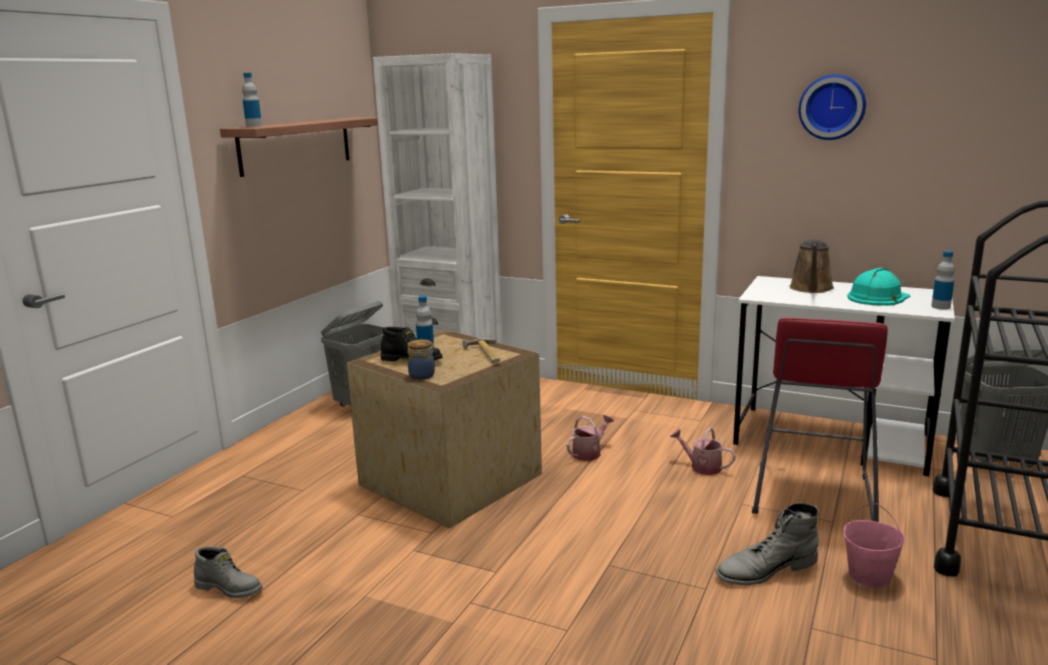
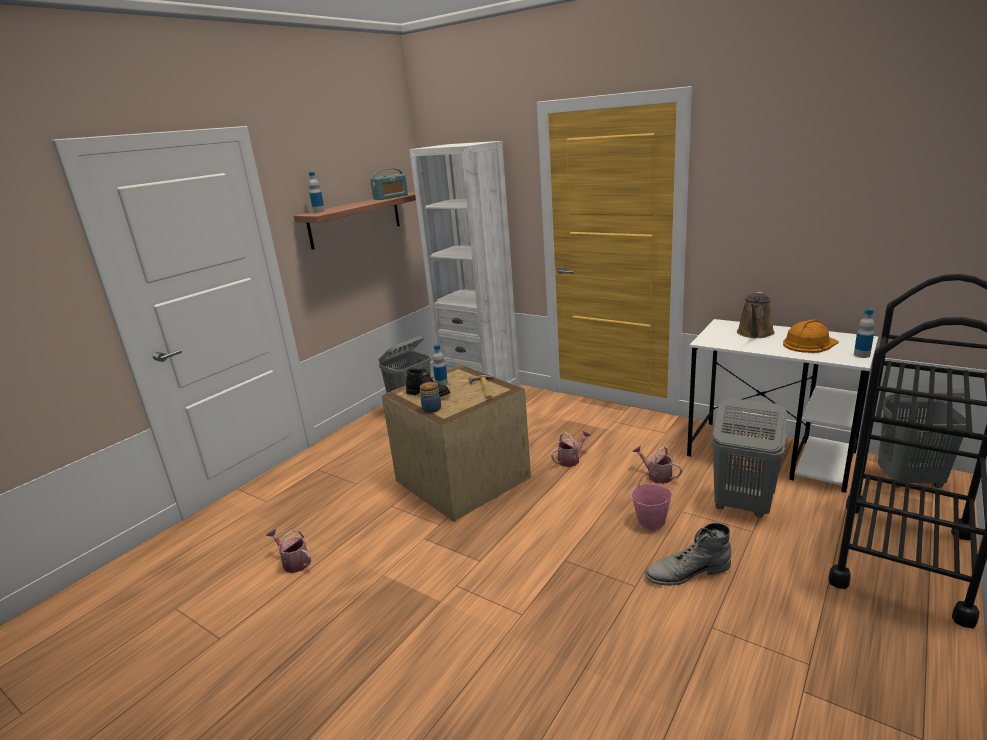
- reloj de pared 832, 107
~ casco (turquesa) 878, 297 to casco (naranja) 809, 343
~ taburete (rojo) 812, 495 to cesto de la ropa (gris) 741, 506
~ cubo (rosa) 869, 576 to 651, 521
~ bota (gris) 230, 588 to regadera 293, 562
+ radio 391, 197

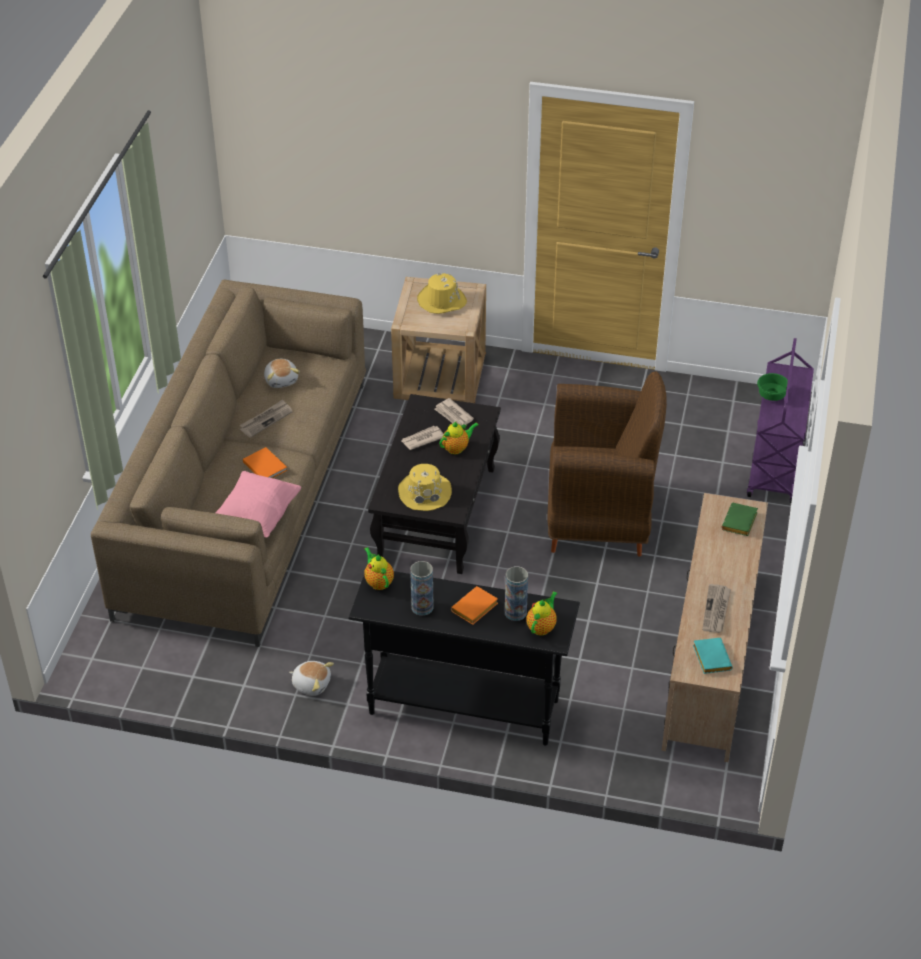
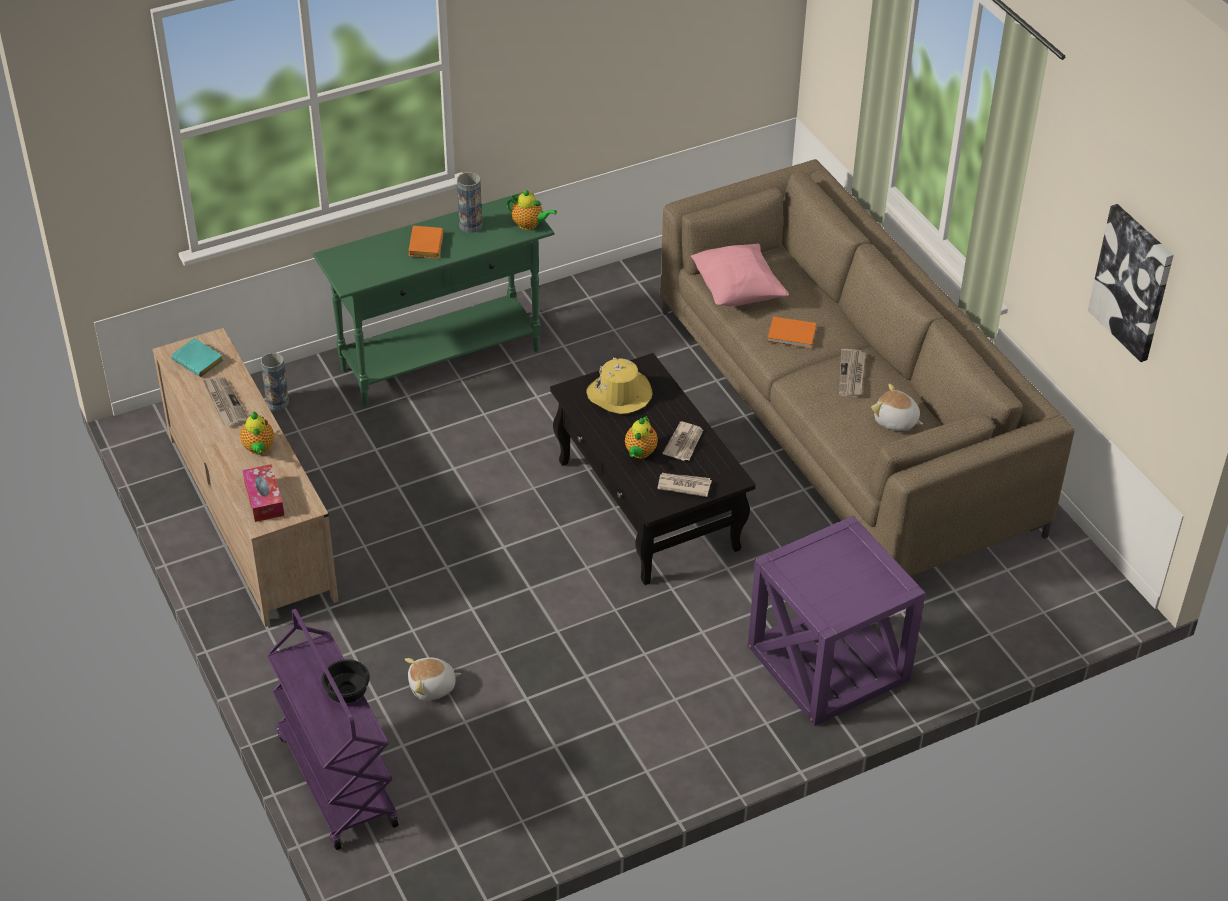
- sombrero (amarillo) 441, 300
~ mesa auxiliar (beis) 440, 376 to mesa auxiliar (morado) 828, 663
- sillón (marrón) 599, 518
~ cuenco (verde) 771, 396 to cuenco (negro) 347, 690
~ libro (verde) 740, 523 to caja de pañuelos 264, 499
~ florero 515, 612 to 277, 402
~ mesa consola (negro) 463, 706 to mesa consola (verde) 441, 360
~ tetera 542, 627 to 259, 449
~ peluche 311, 683 to 432, 687
+ cuadro 1132, 282

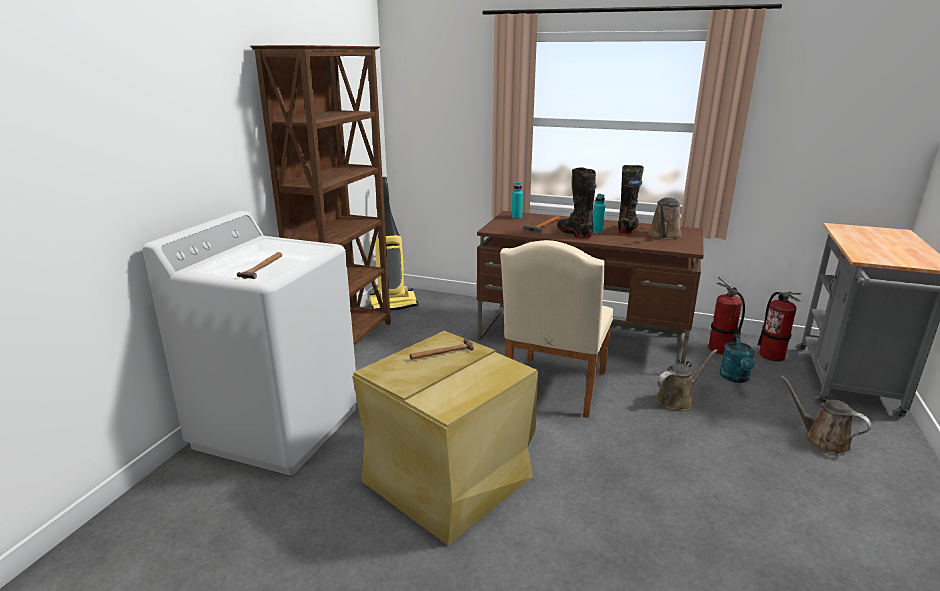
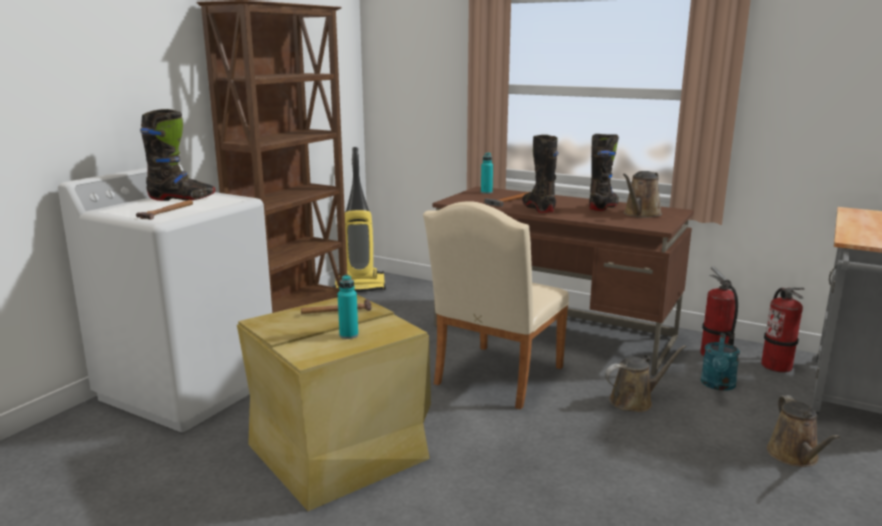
~ botella (turquesa) 597, 232 to 349, 335
~ regadera (marrón) 822, 439 = 795, 456 150 degrees counterclockwise
+ bota (negro) 182, 198

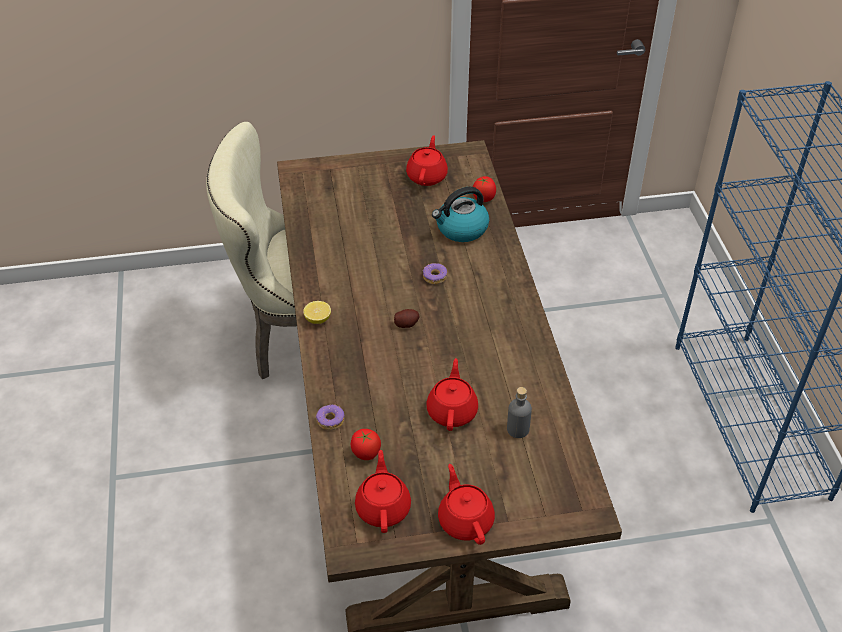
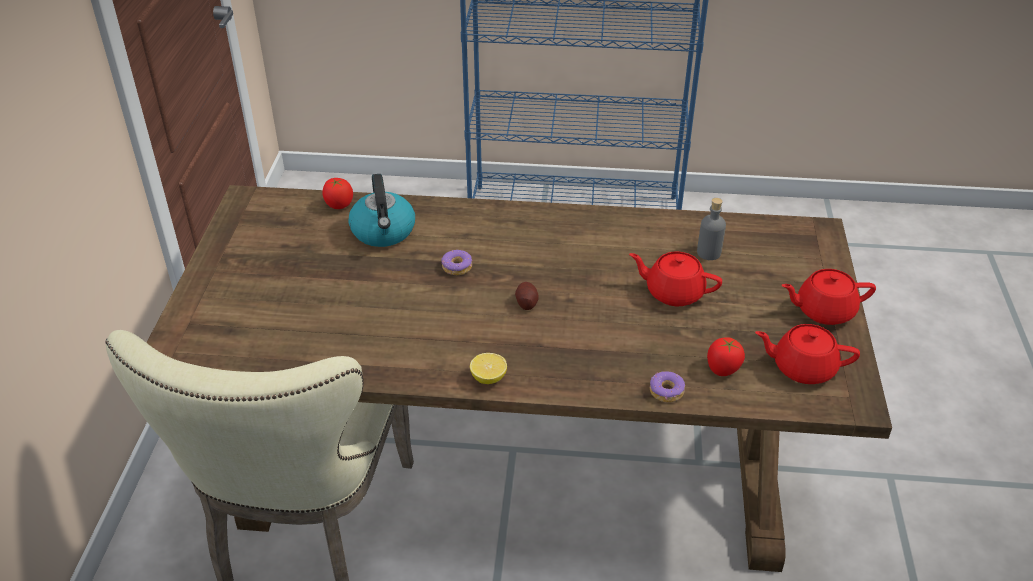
- tetera (rojo) 427, 176

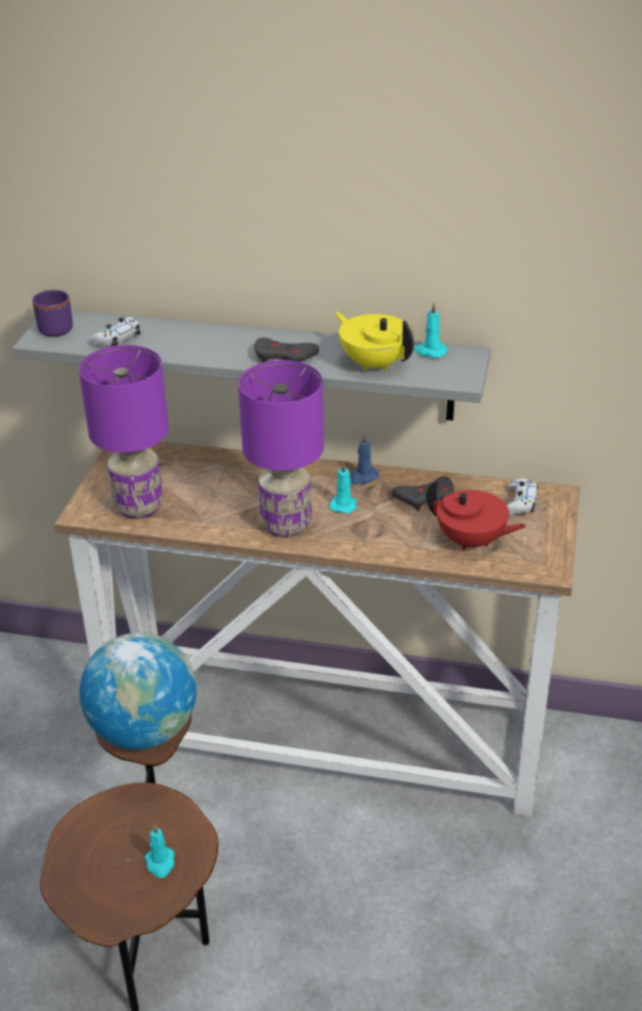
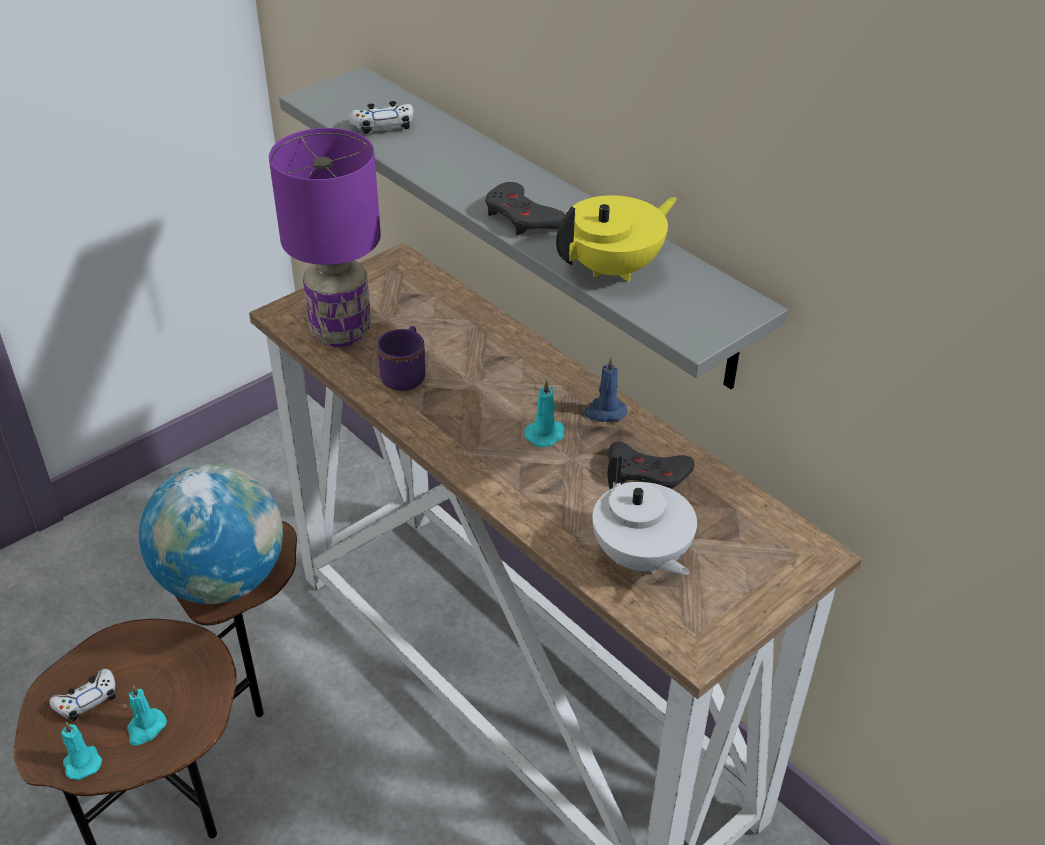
~ taza grande (morado) 54, 327 to 405, 374
~ vela (turquesa) 430, 351 to 82, 761
~ tetera (amarillo) 374, 363 = 614, 268 60 degrees clockwise
- lámpara de mesa (morado) 286, 526
~ mando de consola (blanco) 519, 503 to 87, 699
~ tetera (rojo) 471, 541 to tetera (blanco) 640, 557

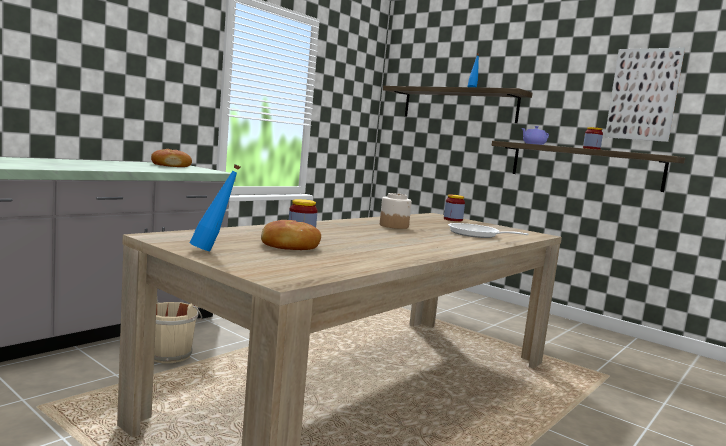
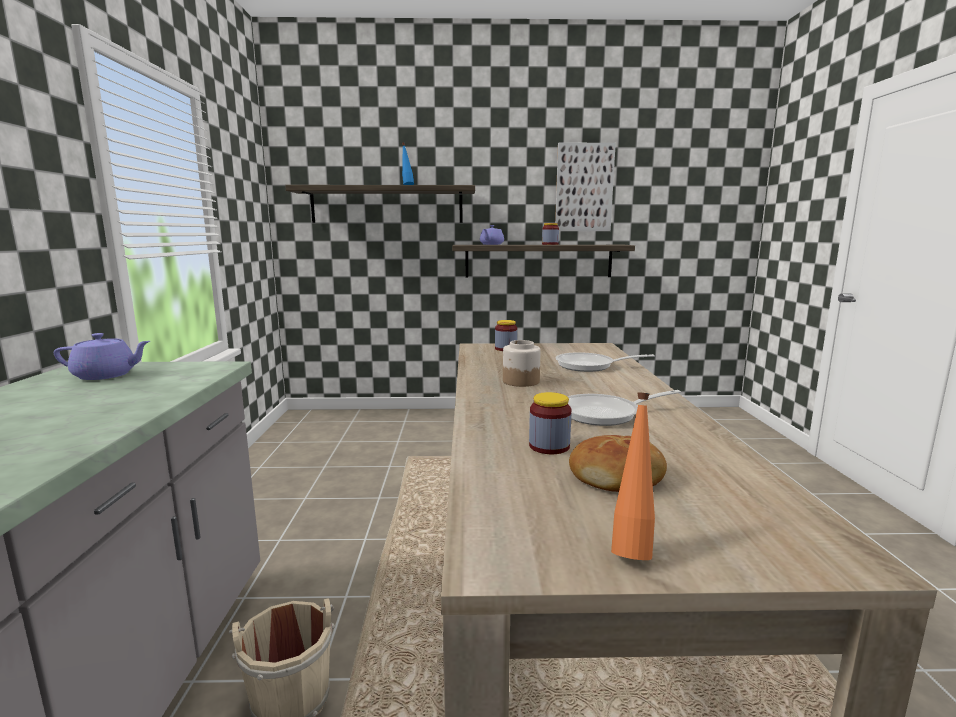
~ pan 171, 165 to tetera (morado) 106, 375
~ botella (azul) 212, 250 to botella (naranja) 631, 548
+ sartén 606, 414

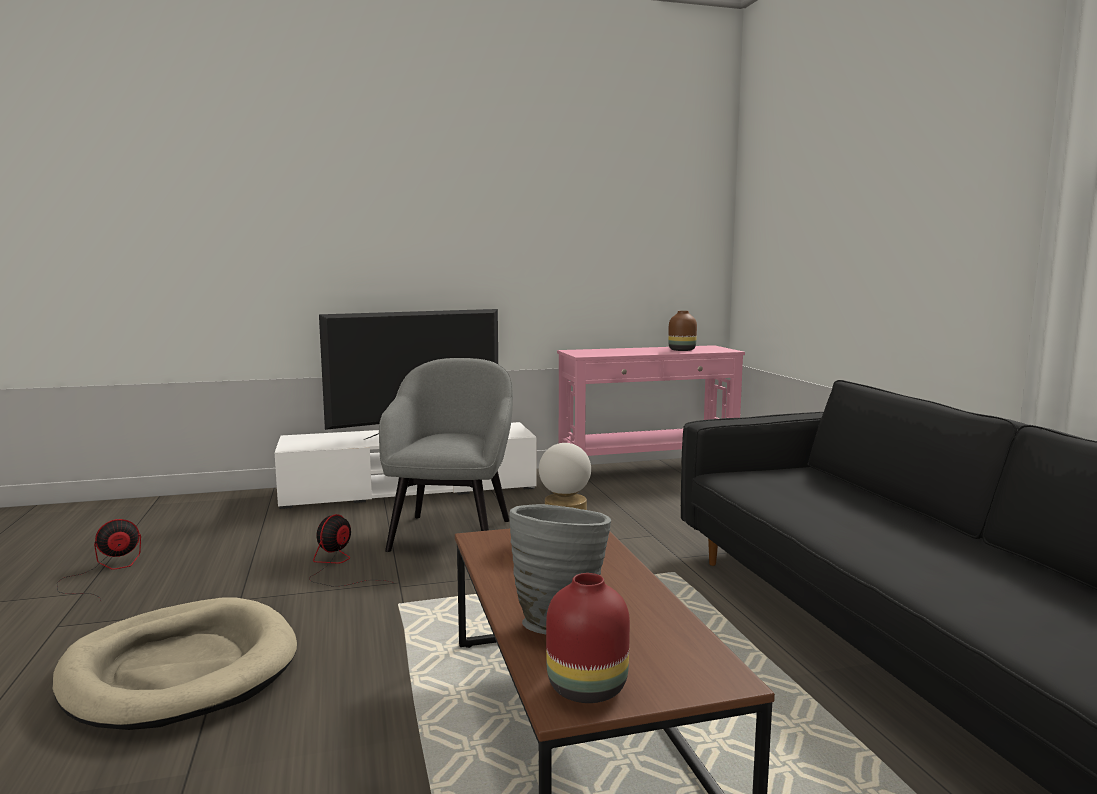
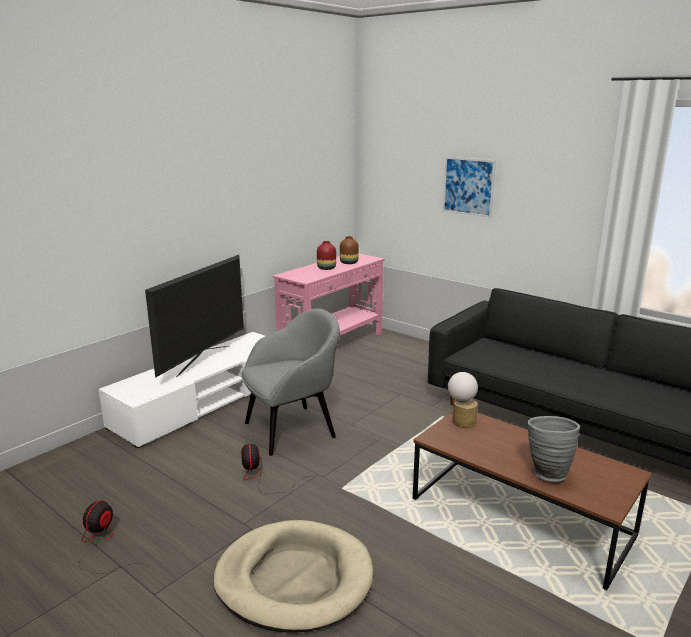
~ sillón (gris) 452, 533 = 292, 429 90 degrees clockwise
~ florero (rojo) 584, 688 to 326, 268
+ cuadro 468, 186

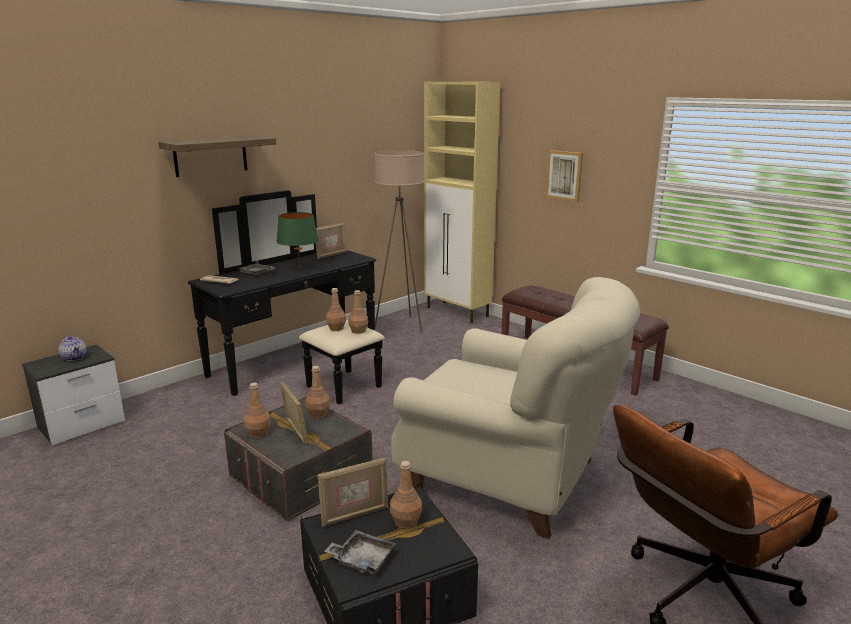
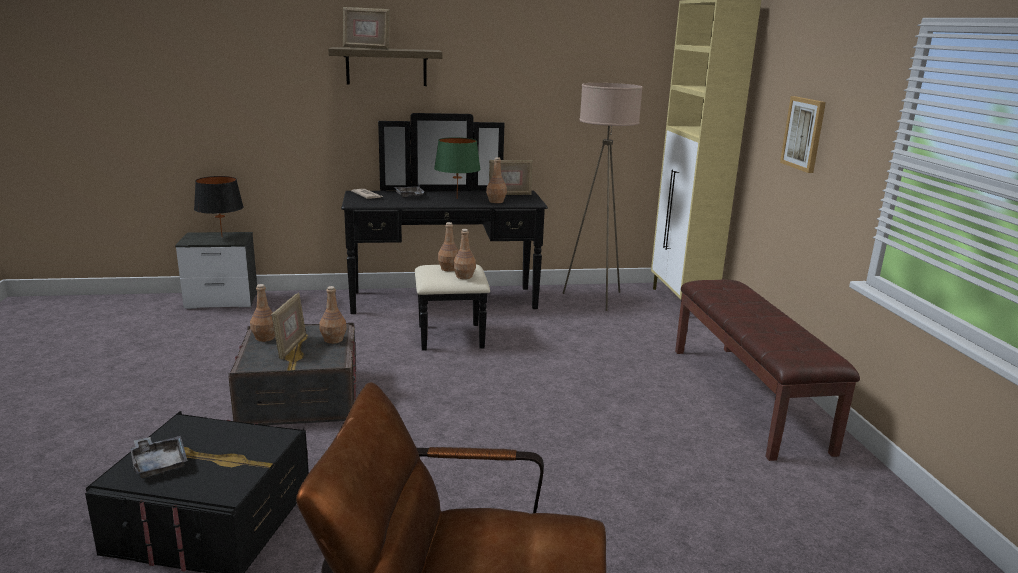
- sillón (beis) 510, 477
~ tetera 74, 357 to lámpara de mesa (negro) 222, 237
~ portarretratos 354, 515 to 366, 48
~ botella (marrón) 406, 522 to 496, 201

